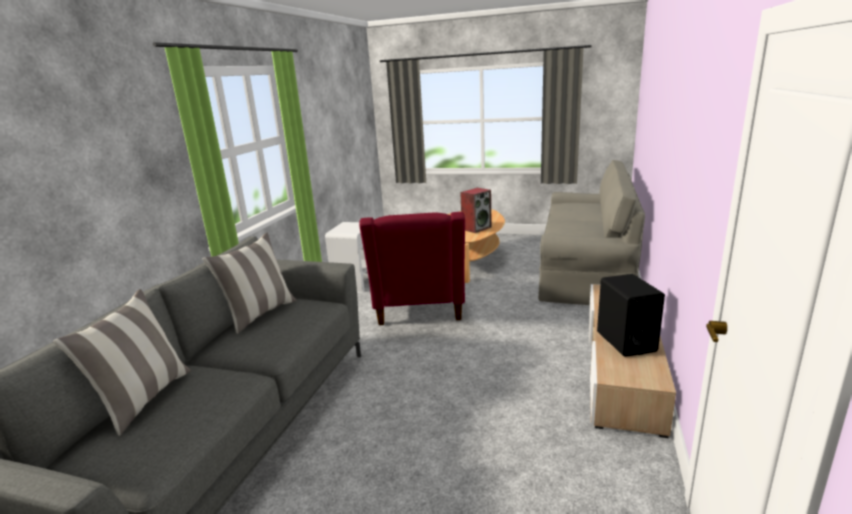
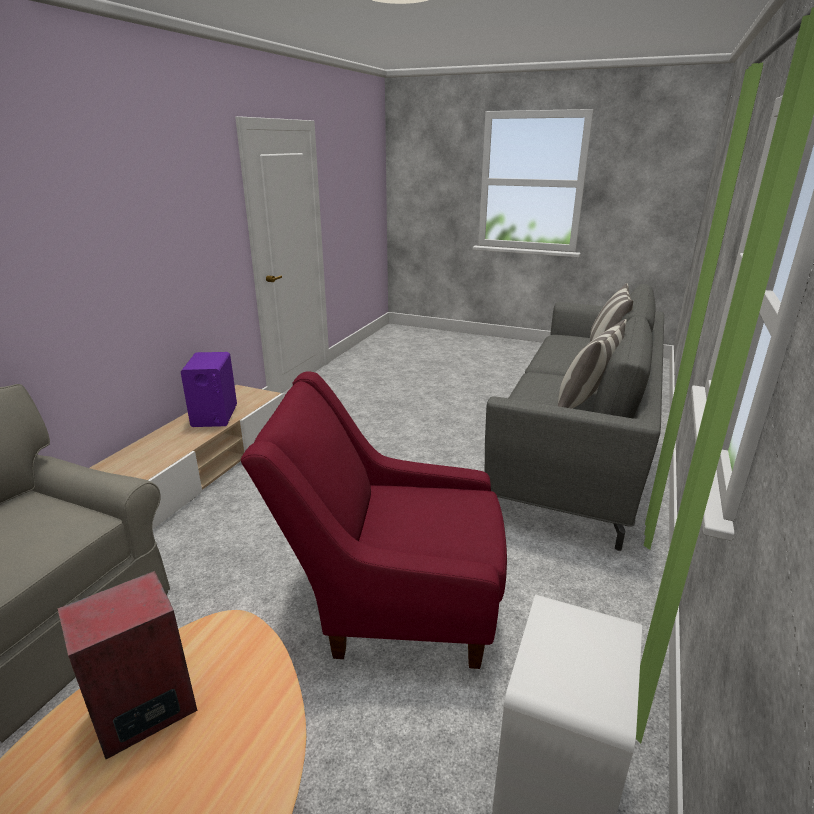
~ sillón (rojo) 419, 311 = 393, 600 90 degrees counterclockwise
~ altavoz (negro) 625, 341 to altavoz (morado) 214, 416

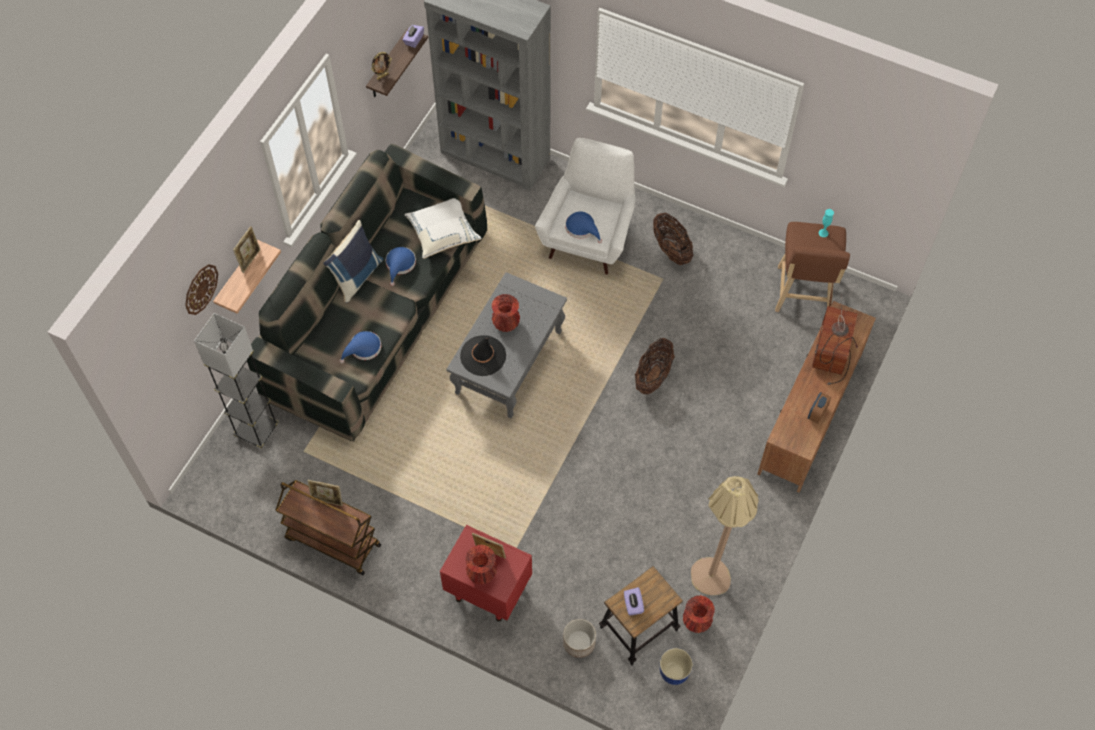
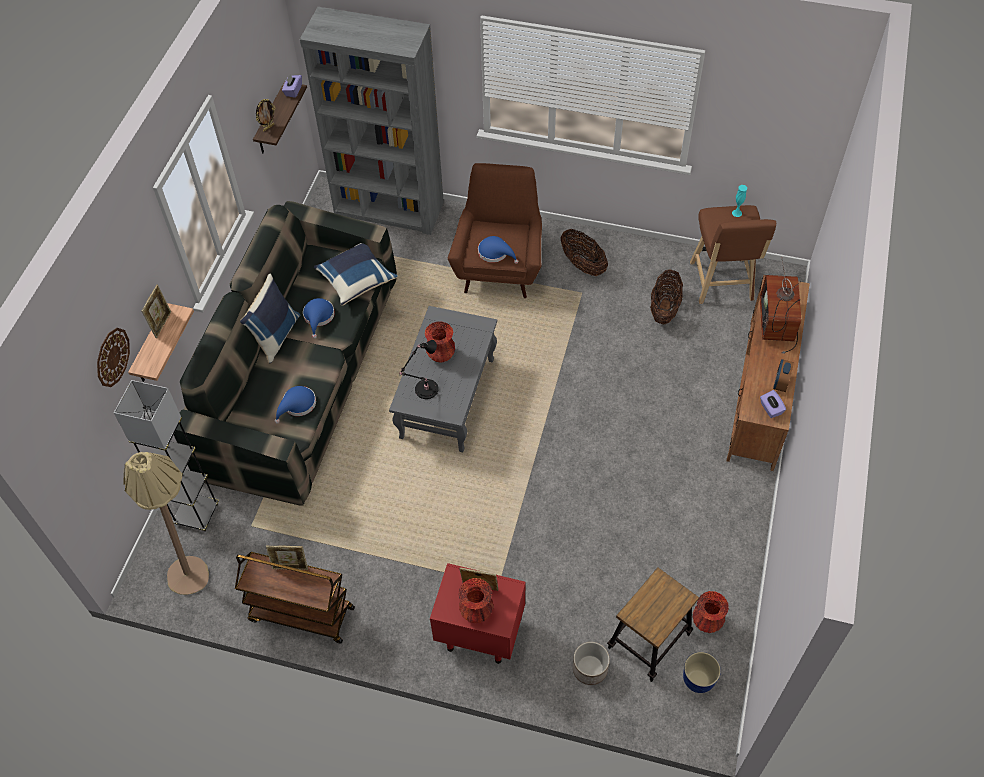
~ sillón (blanco) 589, 238 to sillón (marrón) 499, 268
~ cojín (blanco) 442, 233 to cojín (azul) 356, 280
~ sombrero (negro) 483, 356 to lámpara de mesa (negro) 424, 390
~ cesta 653, 376 to 664, 309
~ lámpara de pie (beis) 715, 569 to 193, 567
~ caja de pañuelos (morado) 633, 605 to 770, 409

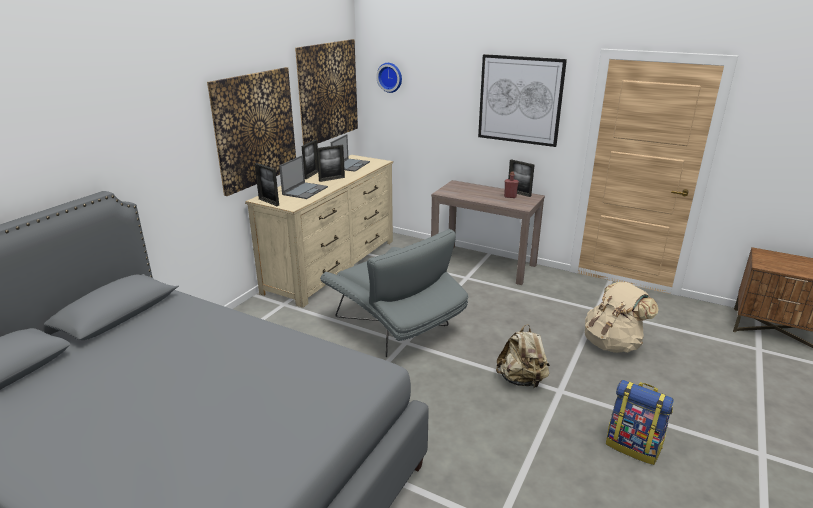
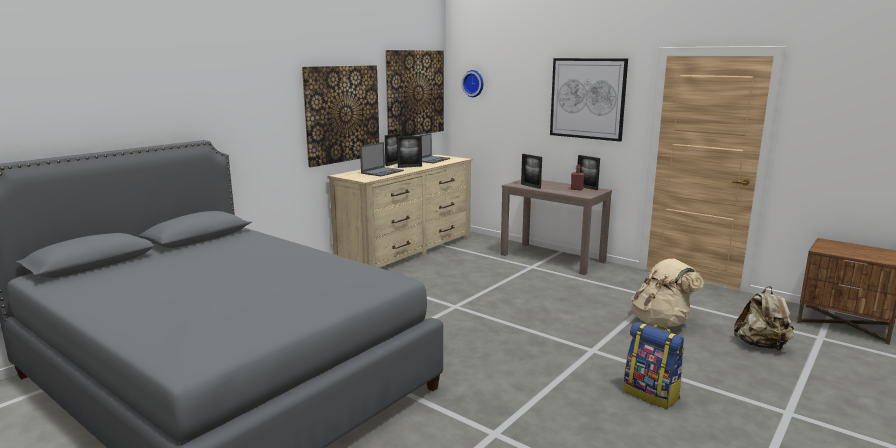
~ portarretratos 268, 202 to 530, 186
- sillón (gris) 395, 326
~ mochila (beis) 522, 380 to 761, 346

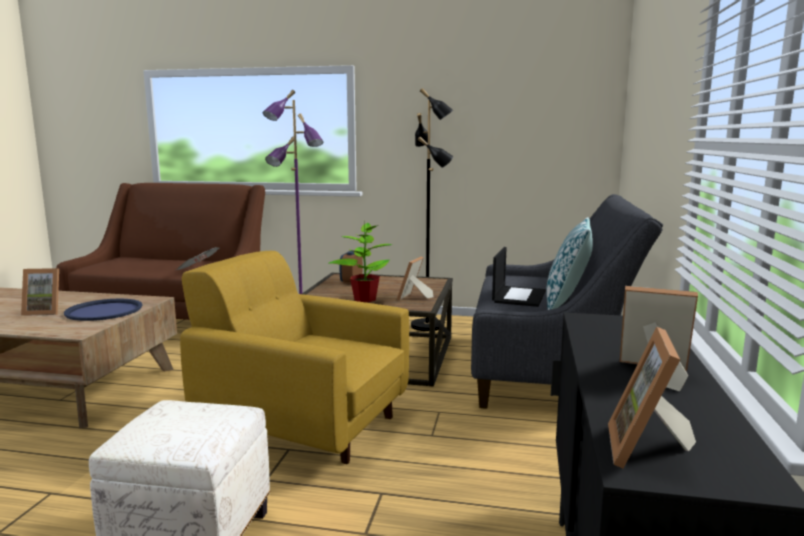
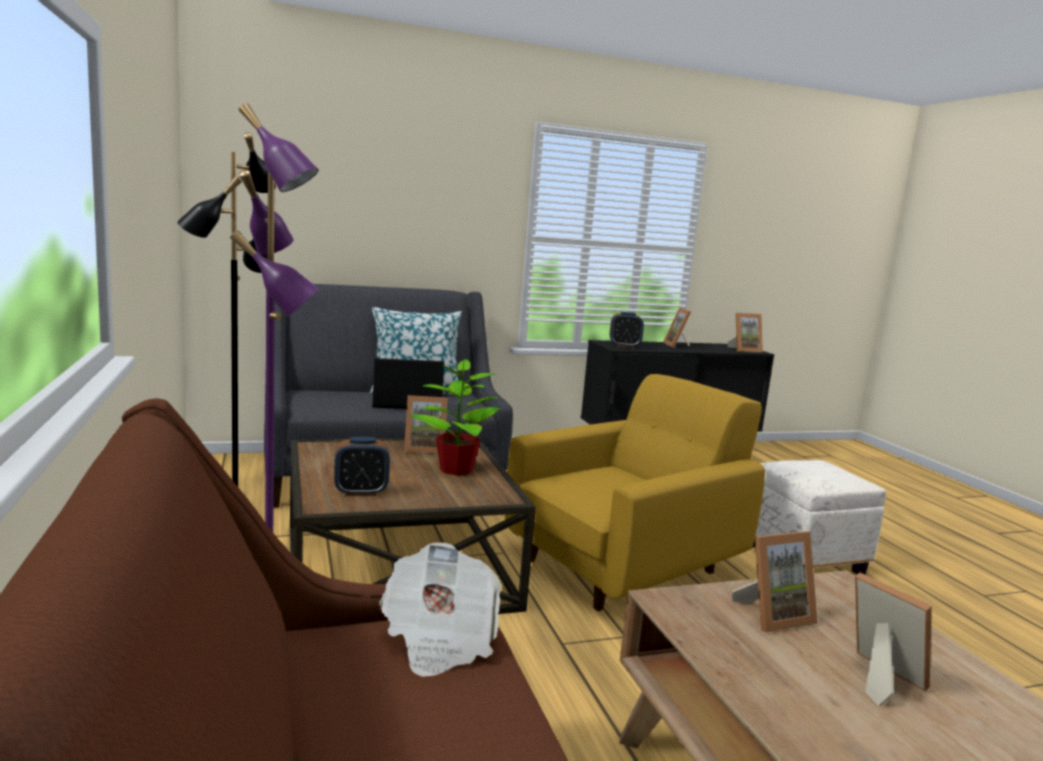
~ sillón (amarillo) 302, 423 = 626, 565 120 degrees counterclockwise
~ bandeja (azul) 104, 311 to portarretratos 773, 615
+ despertador 624, 346

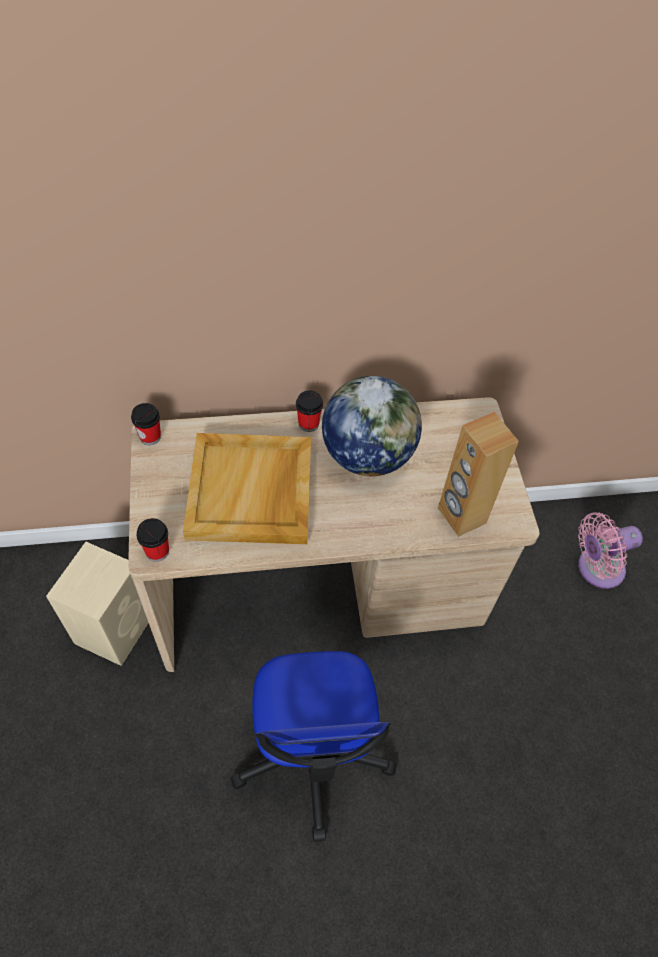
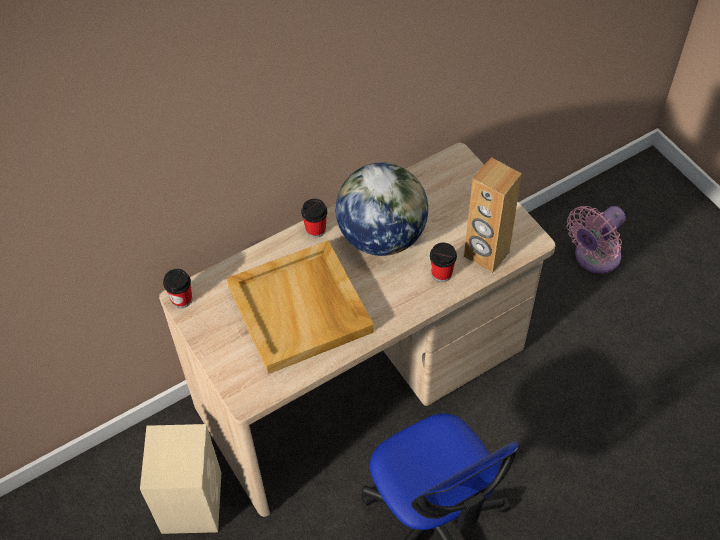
~ taza 157, 551 to 441, 273

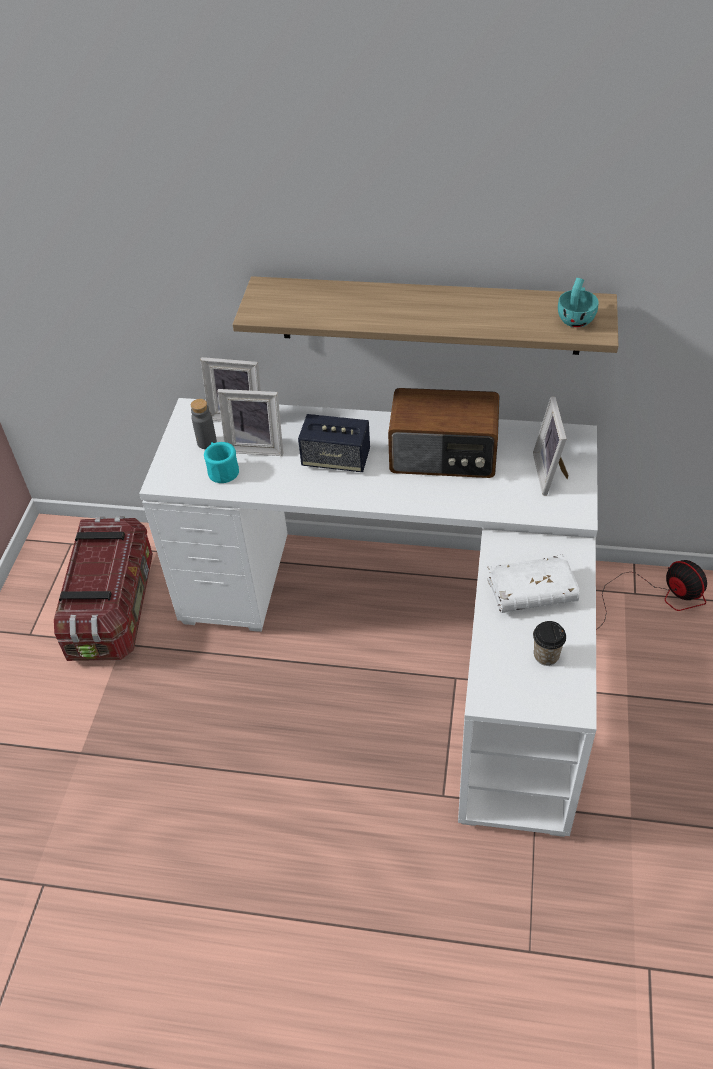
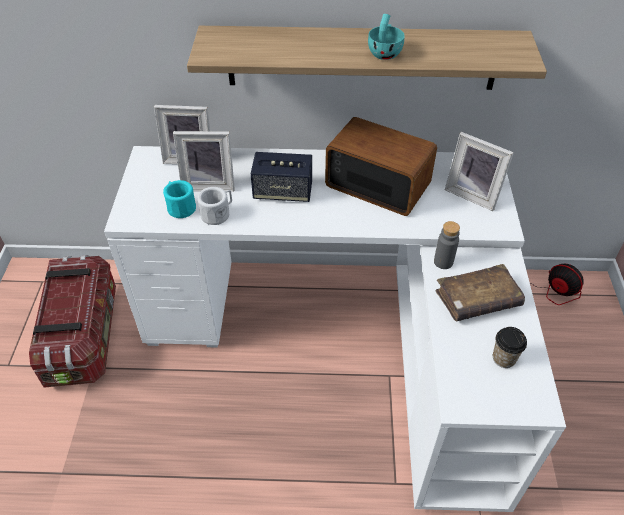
~ taza (turquesa) 576, 318 to 385, 52
~ radio 444, 455 = 377, 184 150 degrees counterclockwise
~ portarretratos 551, 473 = 473, 194 45 degrees counterclockwise
~ botella (gris) 207, 442 to 443, 262
~ libro (blanco) 532, 592 to libro (marrón) 477, 300
+ taza grande (blanco) 218, 214

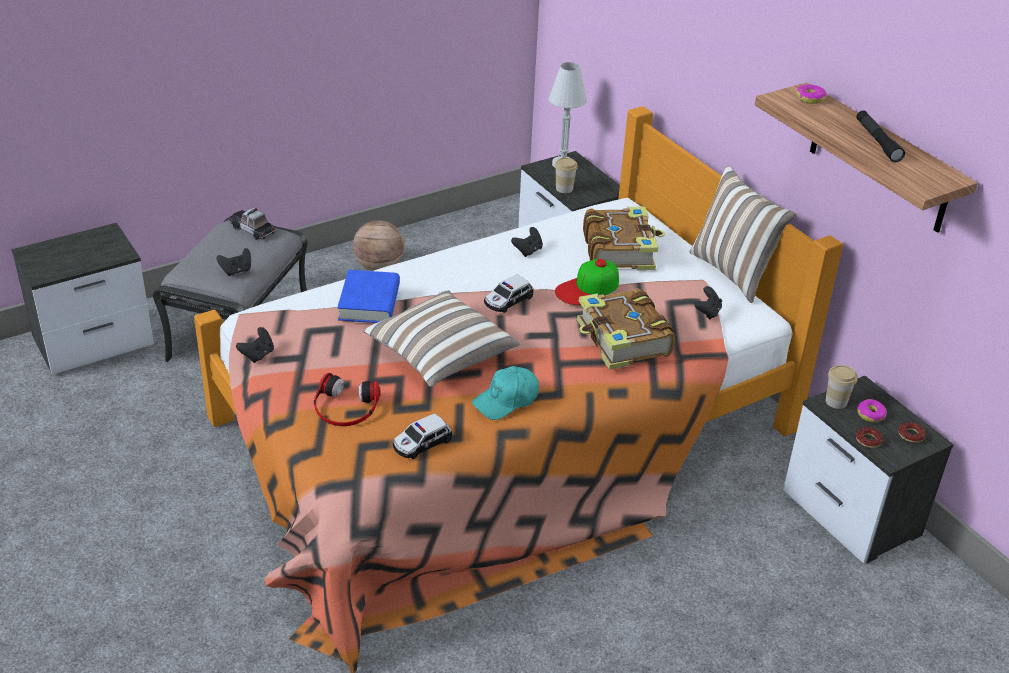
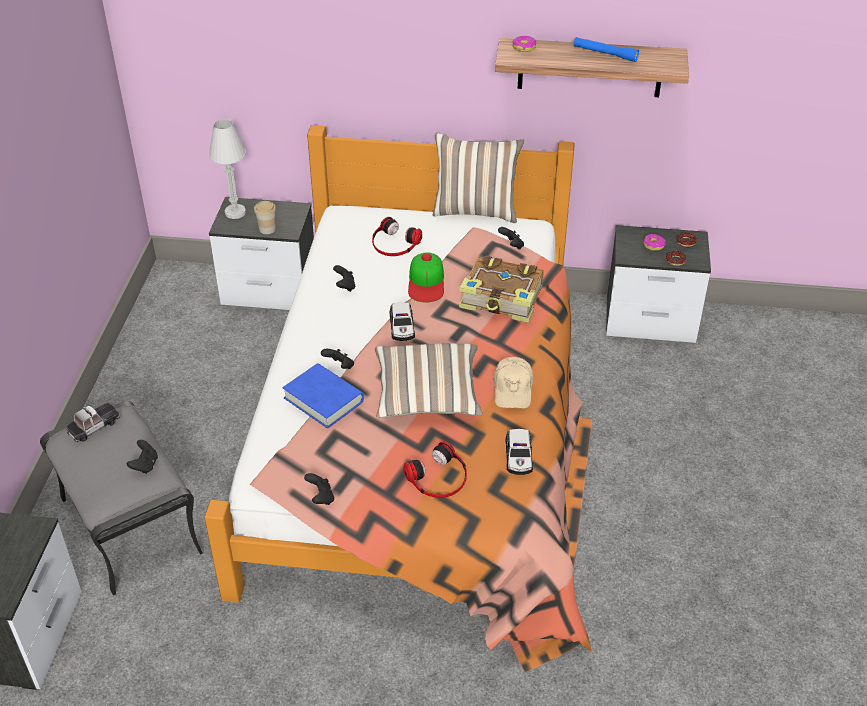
~ linterna (negro) 877, 141 to linterna (azul) 605, 54
~ libro 620, 249 to auriculares 394, 243
~ coche de juguete 252, 229 = 93, 426 150 degrees clockwise
- balón de baloncesto 379, 267
- taza 836, 401
~ gorra (turquesa) 506, 400 to gorra (beis) 513, 389
+ mando de consola (negro) 339, 366

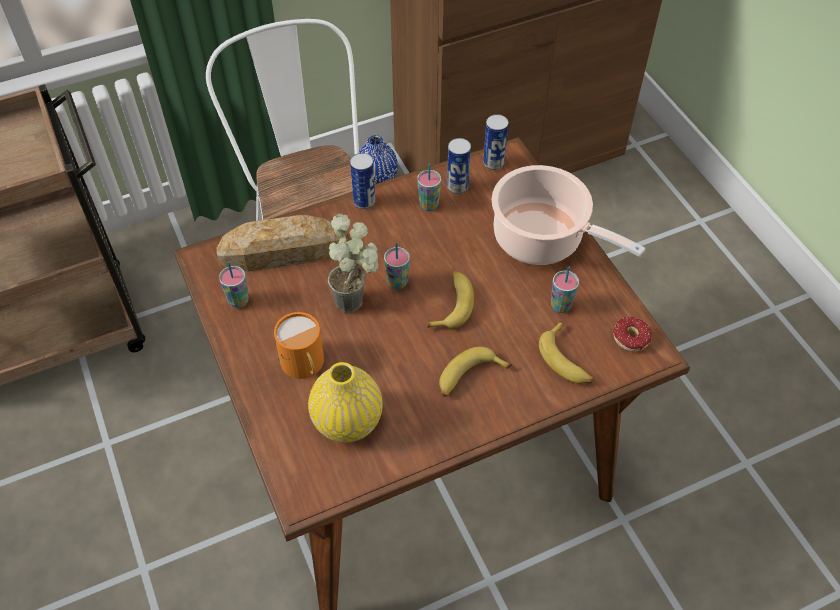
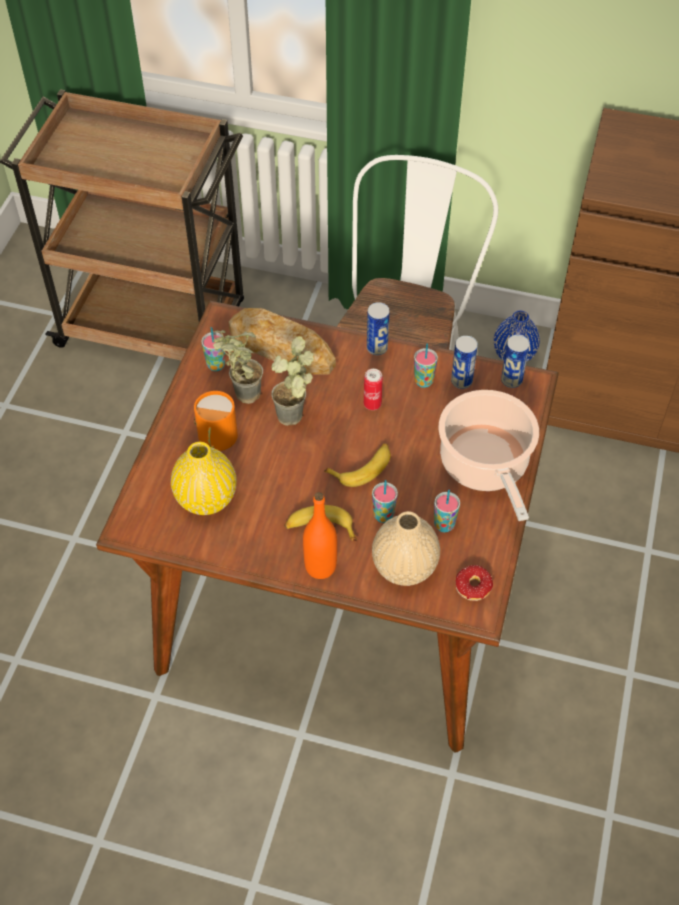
~ taza 397, 282 to 383, 515
~ plátano 566, 360 to florero (beis) 404, 567
+ planta en maceta 240, 395
+ lata 372, 404
+ botella (naranja) 320, 566

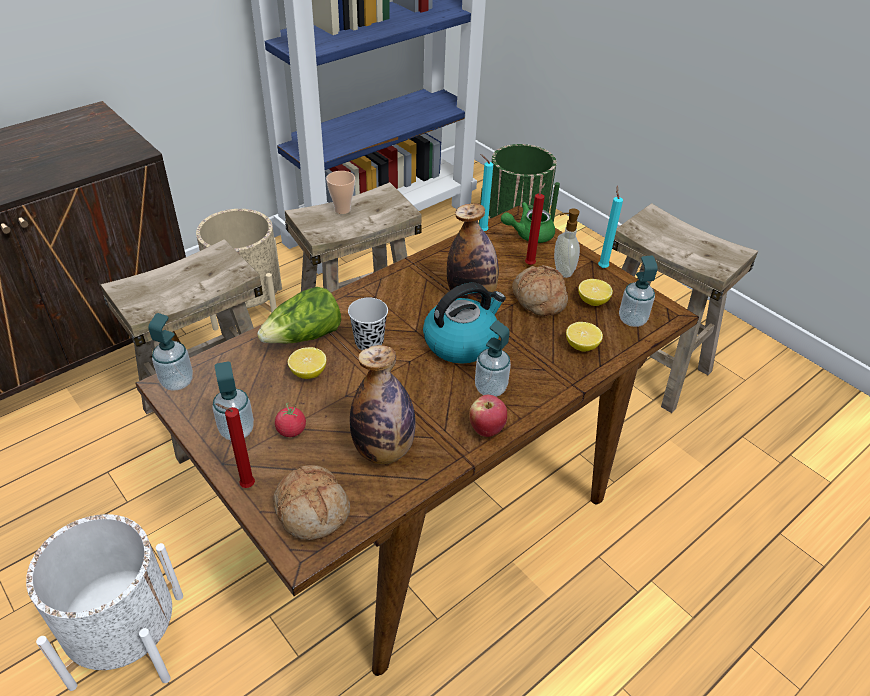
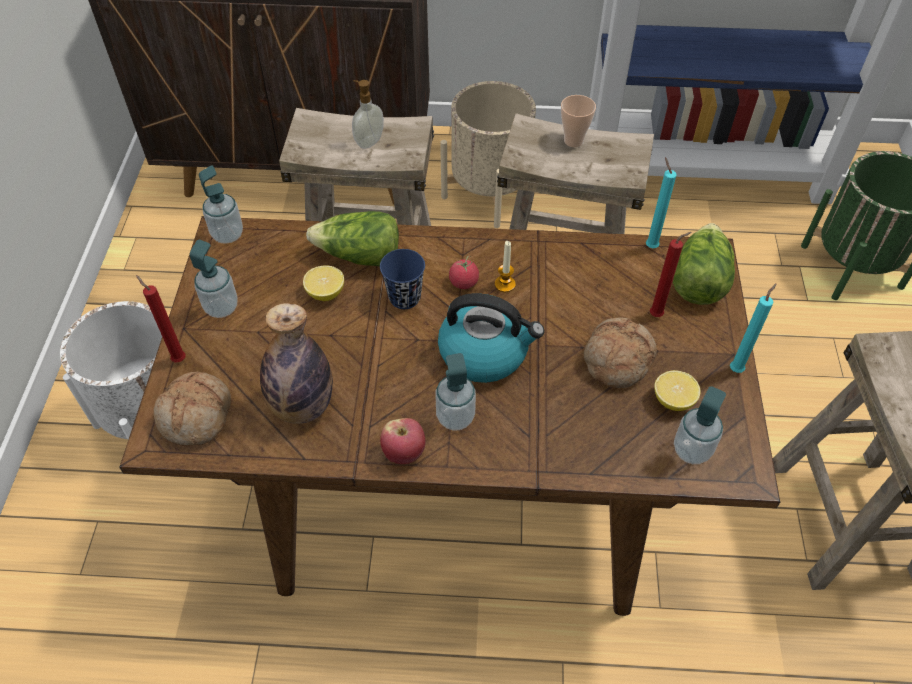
~ tetera (verde) 528, 234 to lechuga 698, 280
- botella 471, 297
~ dispensador de jabón 562, 271 to 368, 141
~ taza (negro) 369, 343 to taza (azul) 404, 298
- limón 581, 346
~ tomate 291, 430 to 463, 282
+ vela 505, 284

